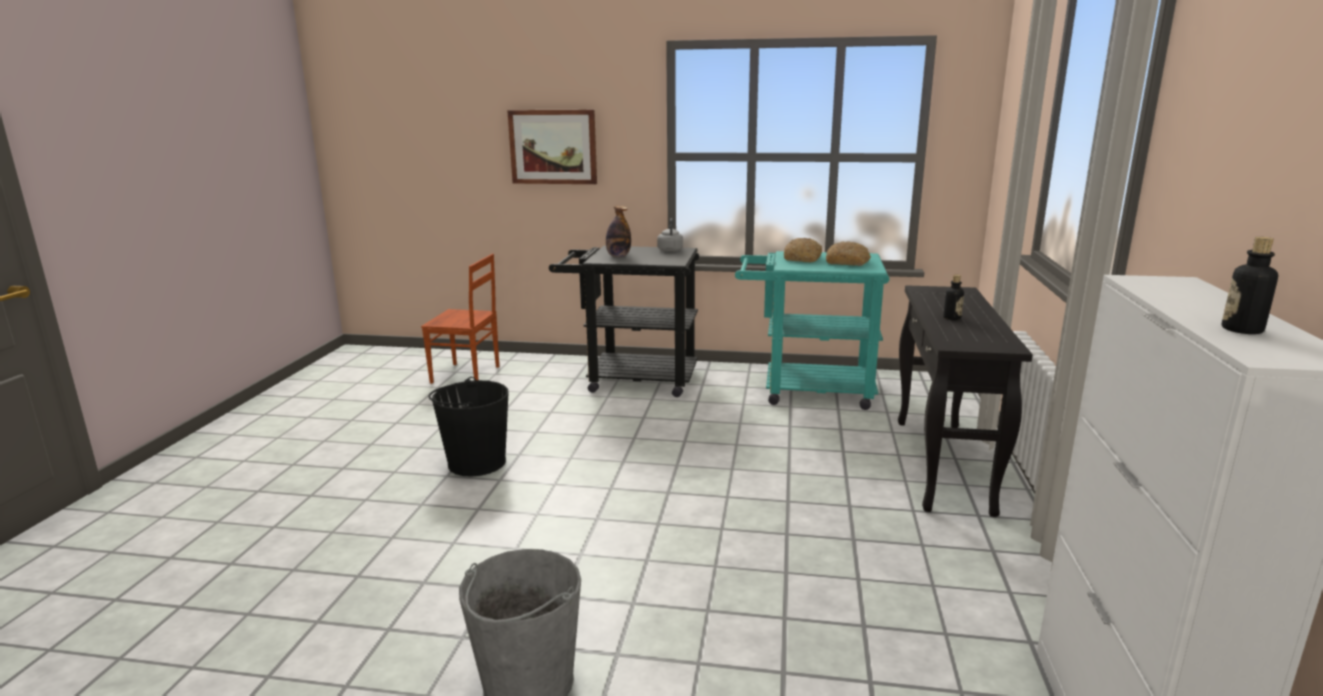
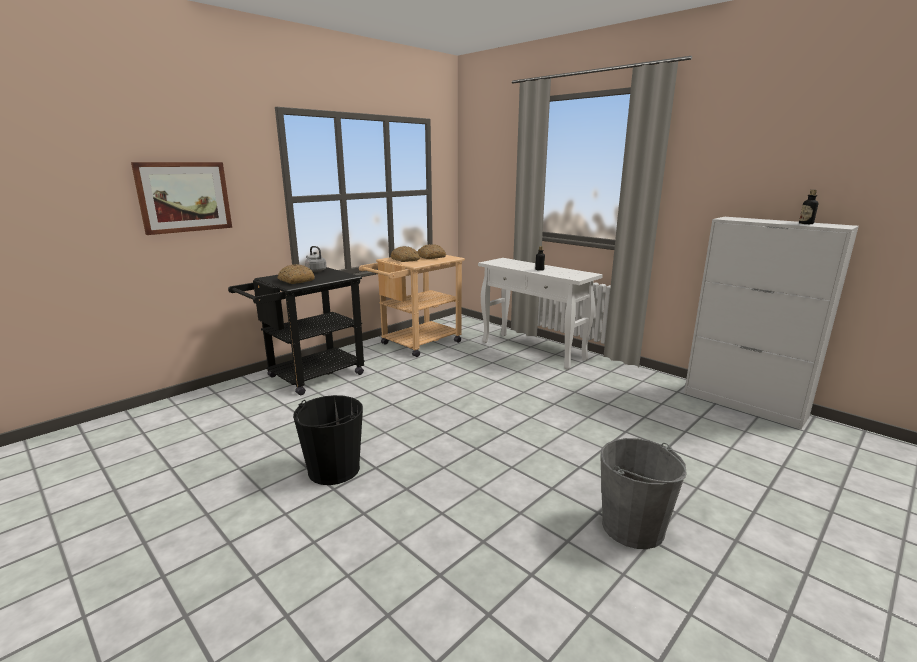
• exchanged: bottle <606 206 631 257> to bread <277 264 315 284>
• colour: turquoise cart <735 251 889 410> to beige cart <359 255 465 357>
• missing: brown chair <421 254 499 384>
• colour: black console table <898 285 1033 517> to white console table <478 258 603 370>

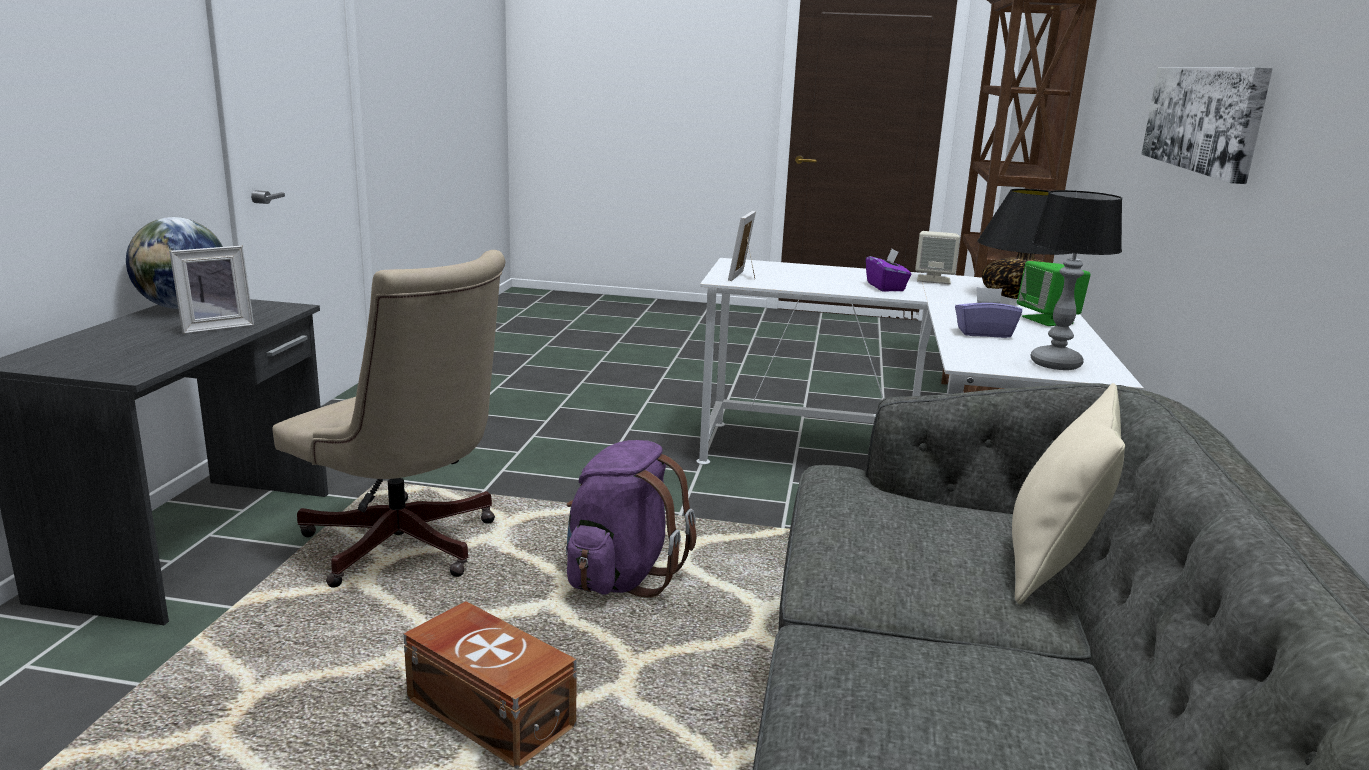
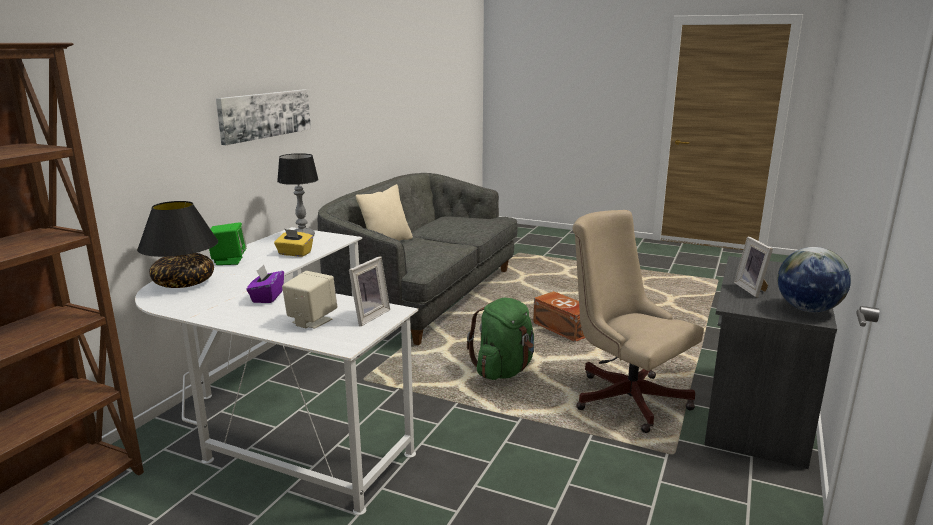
• relocated: beige speaker <915 231 960 284> to <282 271 337 329>
• spun: picture frame <169 246 254 334> = <734 237 773 298> 75 degrees counterclockwise
• colour: purple tissue box <955 287 1022 338> to yellow tissue box <274 229 313 257>
• colour: purple backpack <566 440 696 598> to green backpack <467 298 534 380>

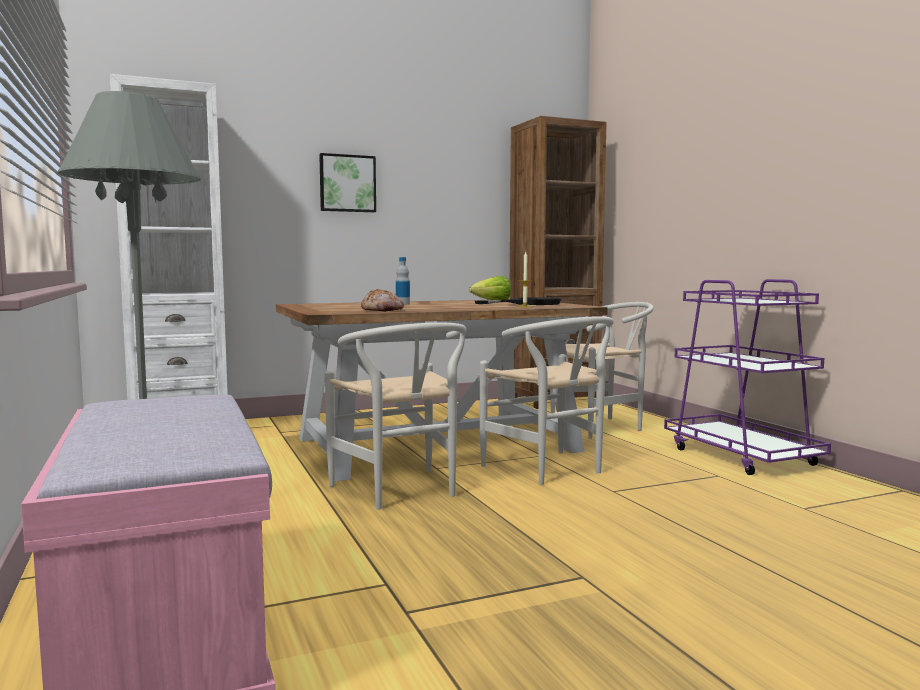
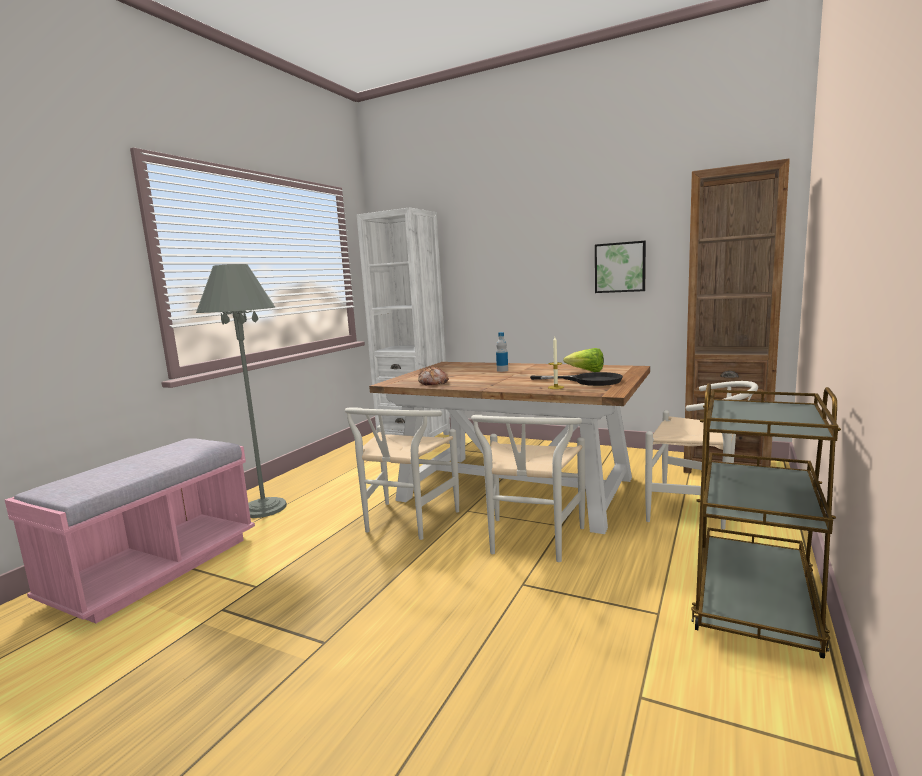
• relocated: picture <319 153 376 212> to <595 241 646 293>
• colour: purple cart <664 279 831 475> to brown cart <691 383 841 659>

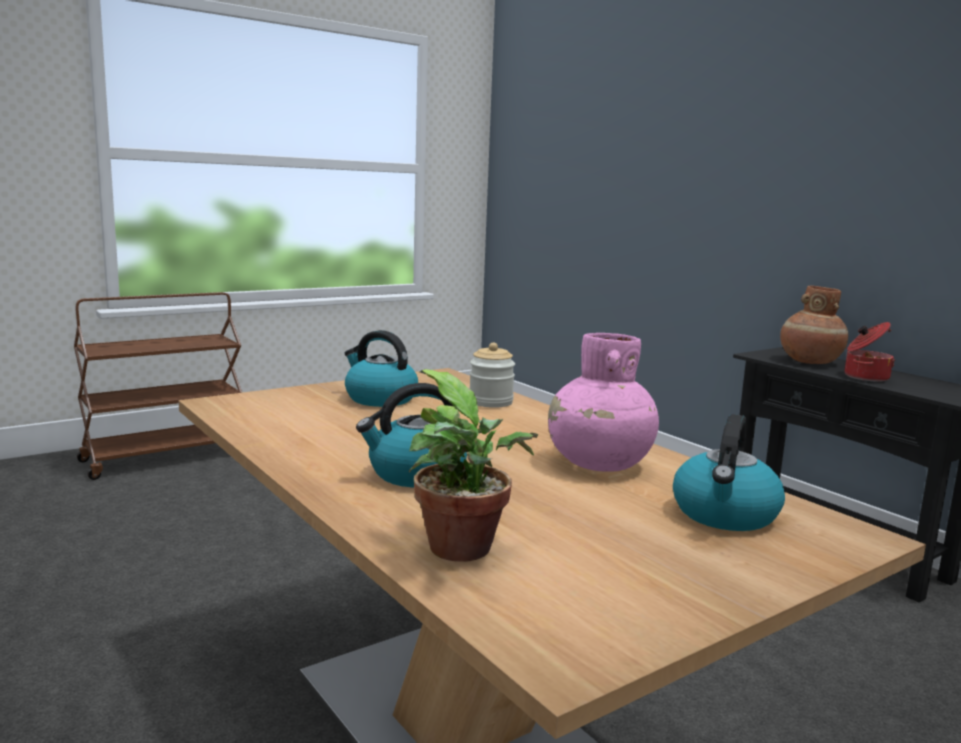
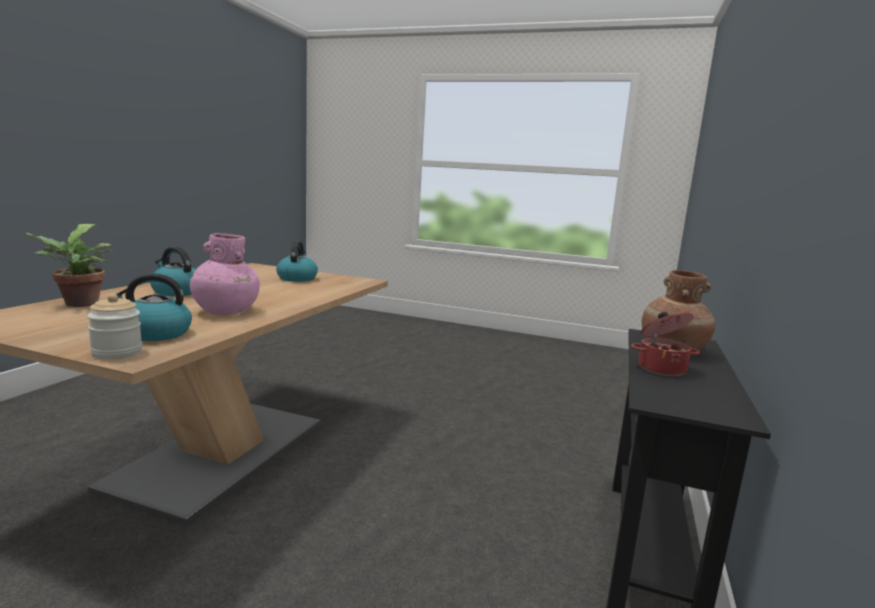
• missing: brown cart <74 292 242 480>
• relocated: jar <470 343 515 408> to <87 294 142 359>

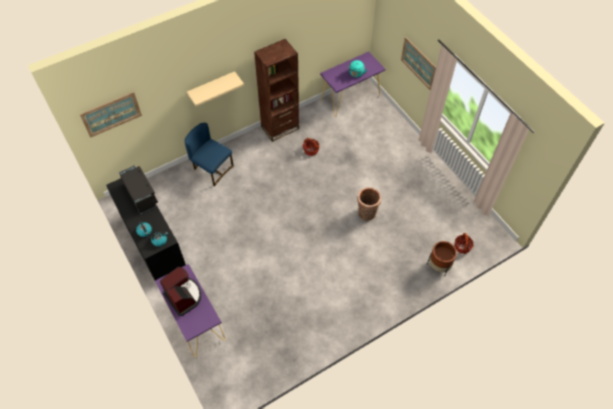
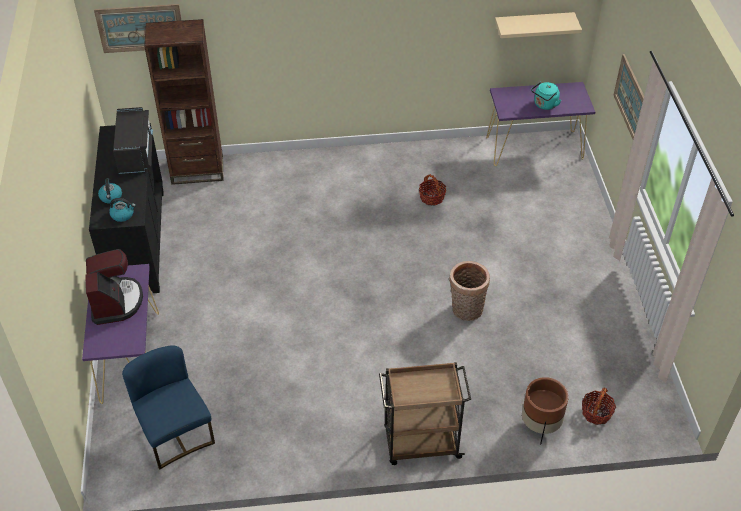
• relocated: brown bookcase <254 39 299 142> to <144 19 223 185>
• relocated: beige shelf <187 71 244 106> to <495 12 582 38>
• relocated: blue chair <185 123 234 187> to <122 345 215 470>
• appeared: brown cart <379 362 471 465>

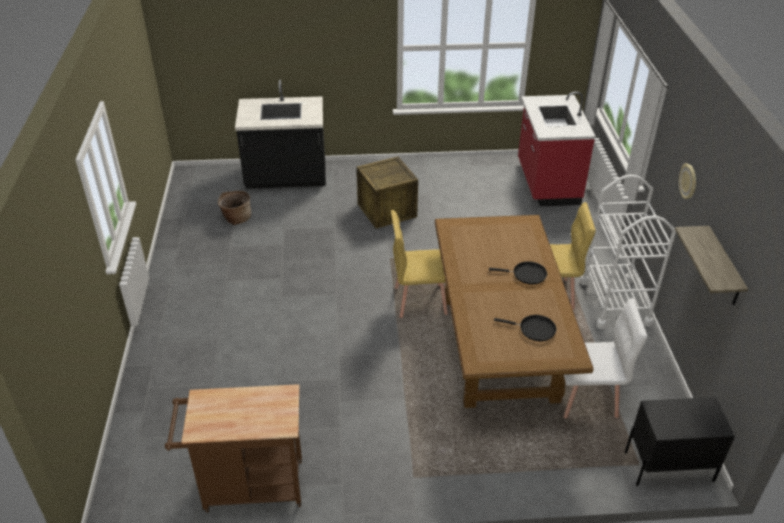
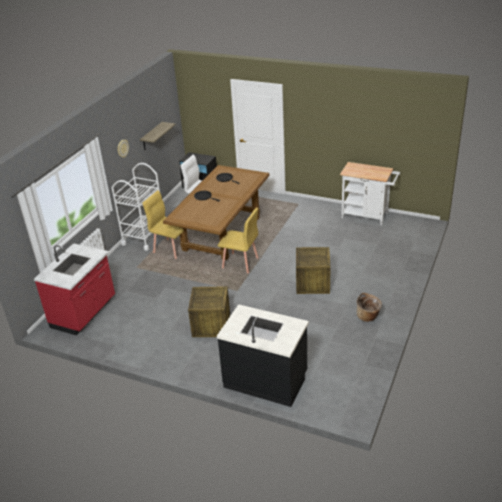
• relocated: basket <218 191 251 225> to <357 293 382 322>
• colour: brown cart <165 384 302 512> to white cart <340 162 400 225>
• appeared: crate <296 247 331 294>

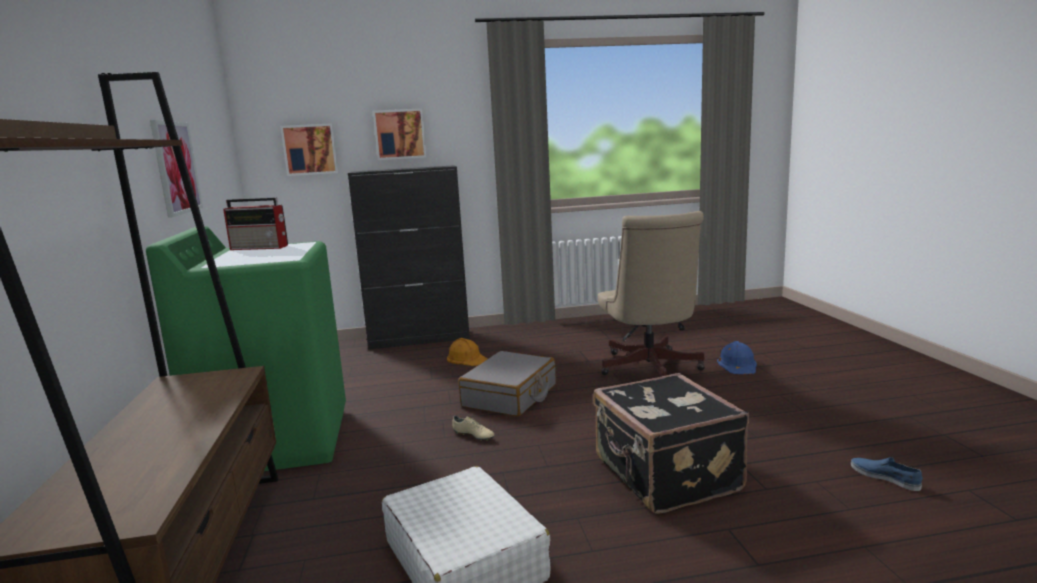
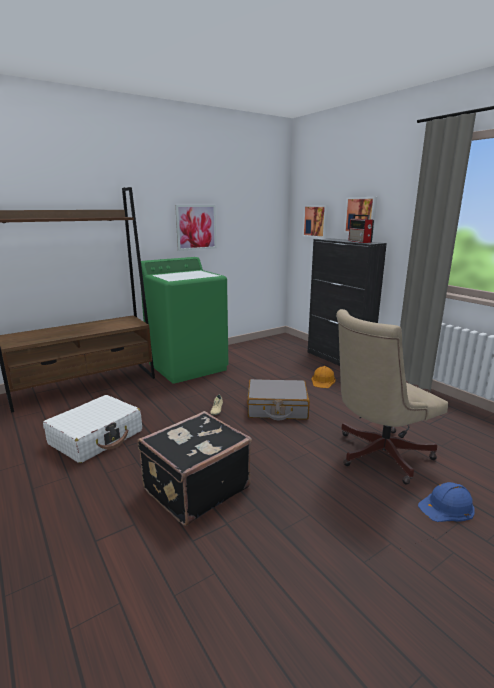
• relocated: radio <223 198 288 250> to <348 215 374 243>
• missing: blue shoe <851 457 923 491>

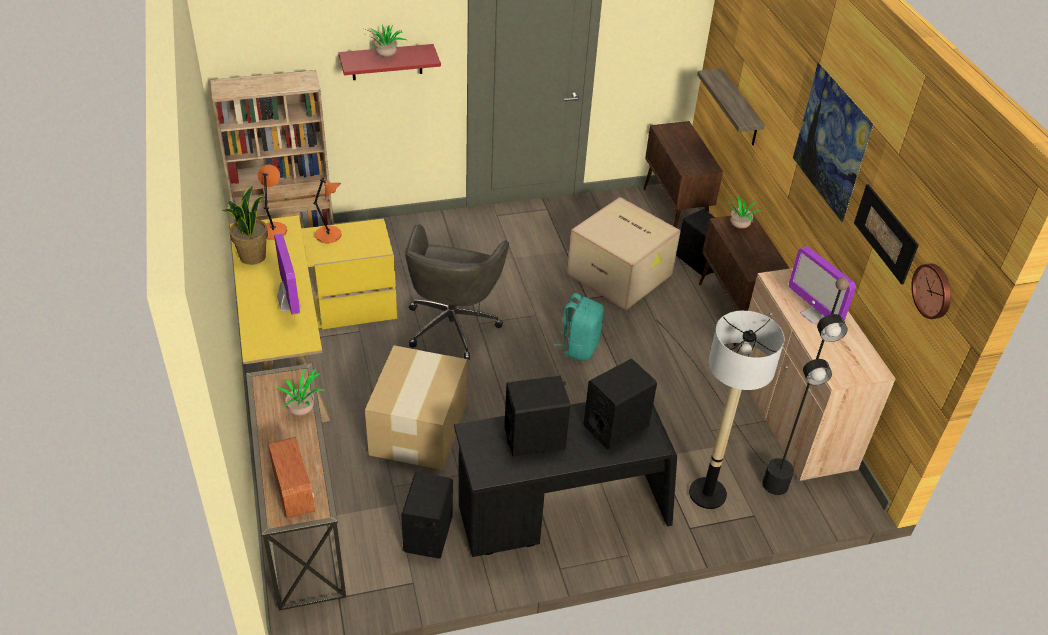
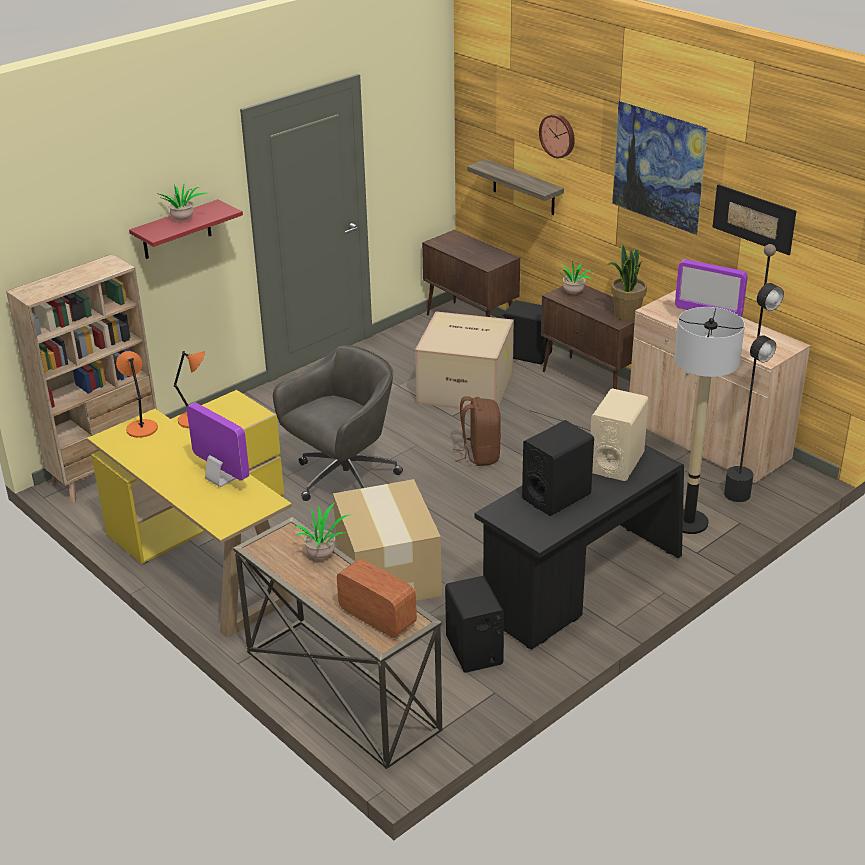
• relocated: potted plant <222 186 268 265> to <607 244 647 321>
• spun: grey office chair <405 224 509 360> = <273 345 403 501> 120 degrees counterclockwise
• relocated: wall clock <911 263 951 319> to <539 114 575 158>
• colour: turquoise backpack <554 293 604 360> to brown backpack <453 396 501 466>
• colour: black speaker <583 359 657 449> to beige speaker <590 388 648 481>

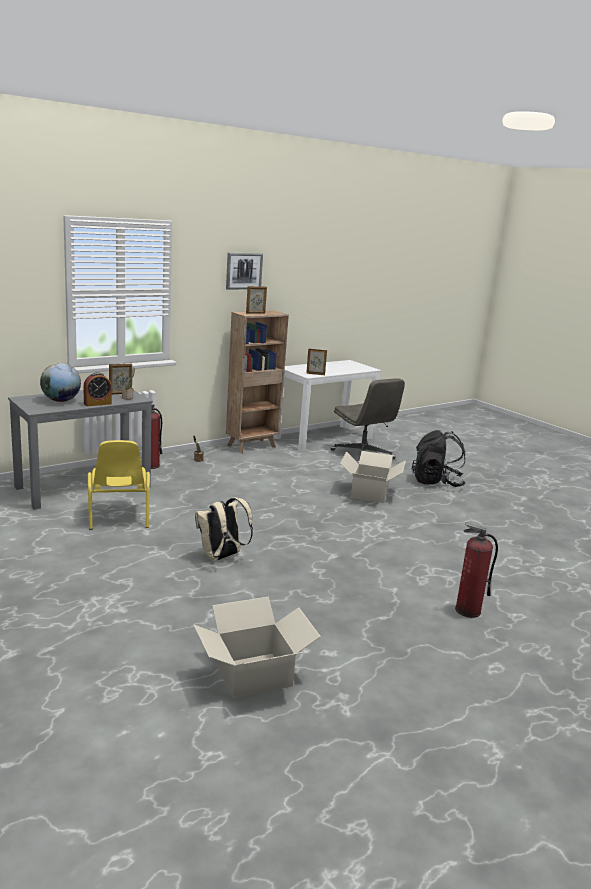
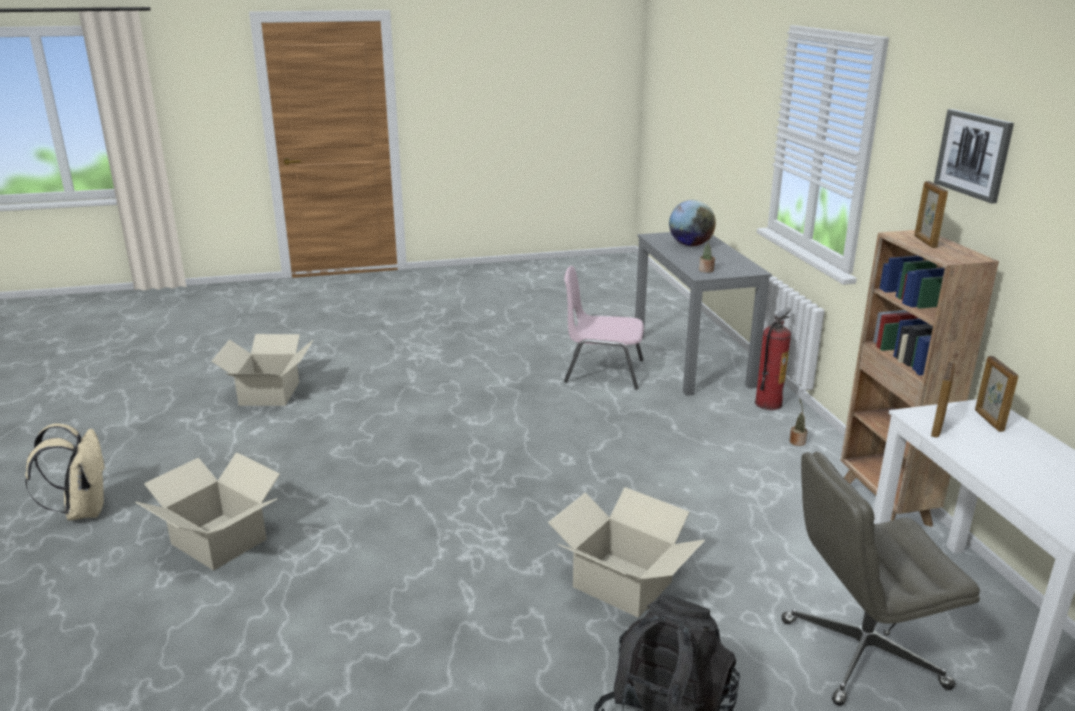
• relocated: picture frame <109 364 132 394> to <975 356 1018 432>
• missing: alarm clock <83 372 112 406>
• colour: yellow chair <88 440 150 530> to pink chair <564 266 644 390>
• relocated: beige backpack <195 497 253 561> to <25 423 106 521>
• exchanged: fire extinguisher <455 522 498 618> to cardboard box <135 453 280 571>

